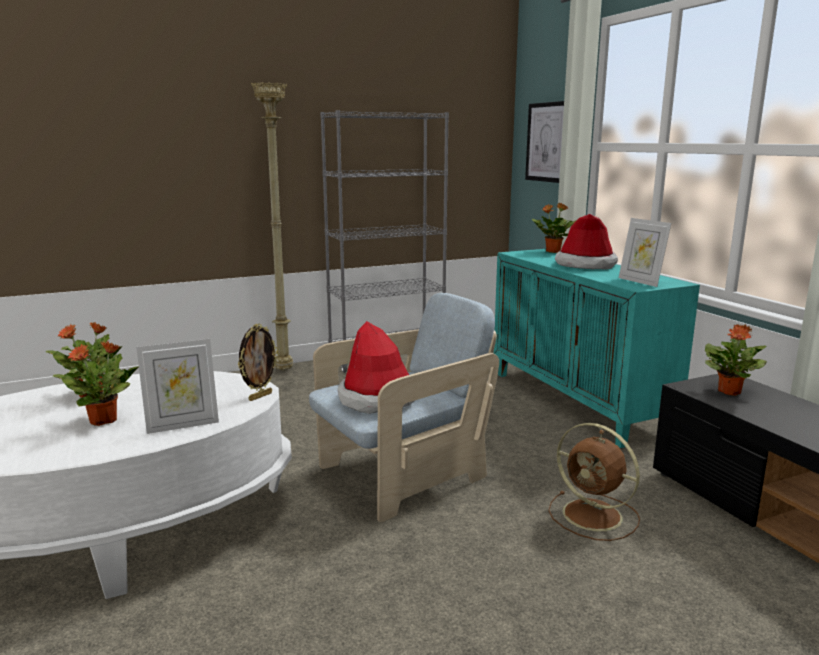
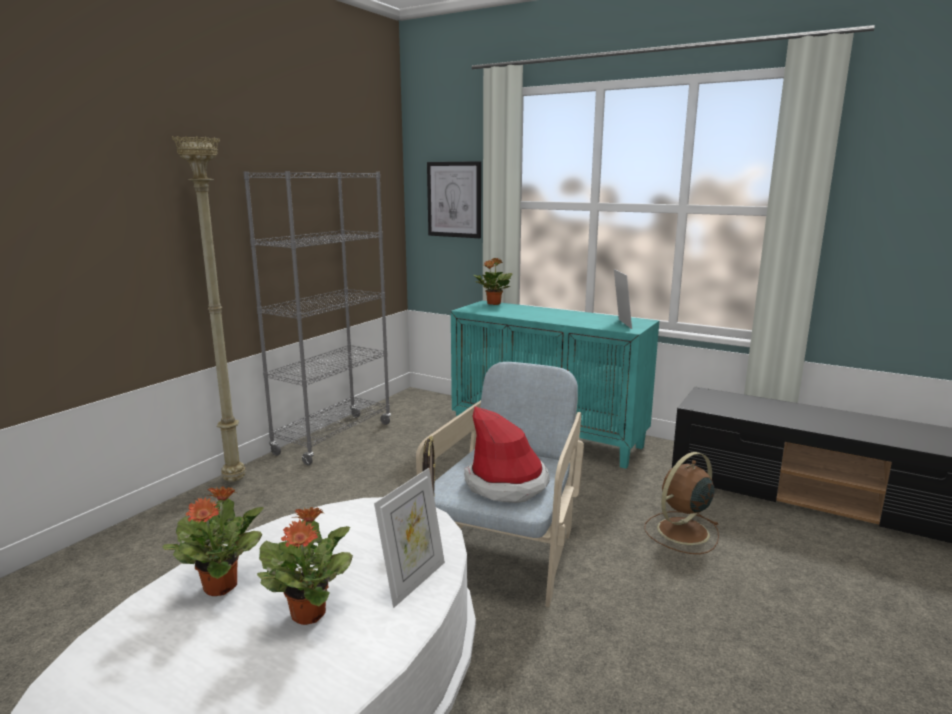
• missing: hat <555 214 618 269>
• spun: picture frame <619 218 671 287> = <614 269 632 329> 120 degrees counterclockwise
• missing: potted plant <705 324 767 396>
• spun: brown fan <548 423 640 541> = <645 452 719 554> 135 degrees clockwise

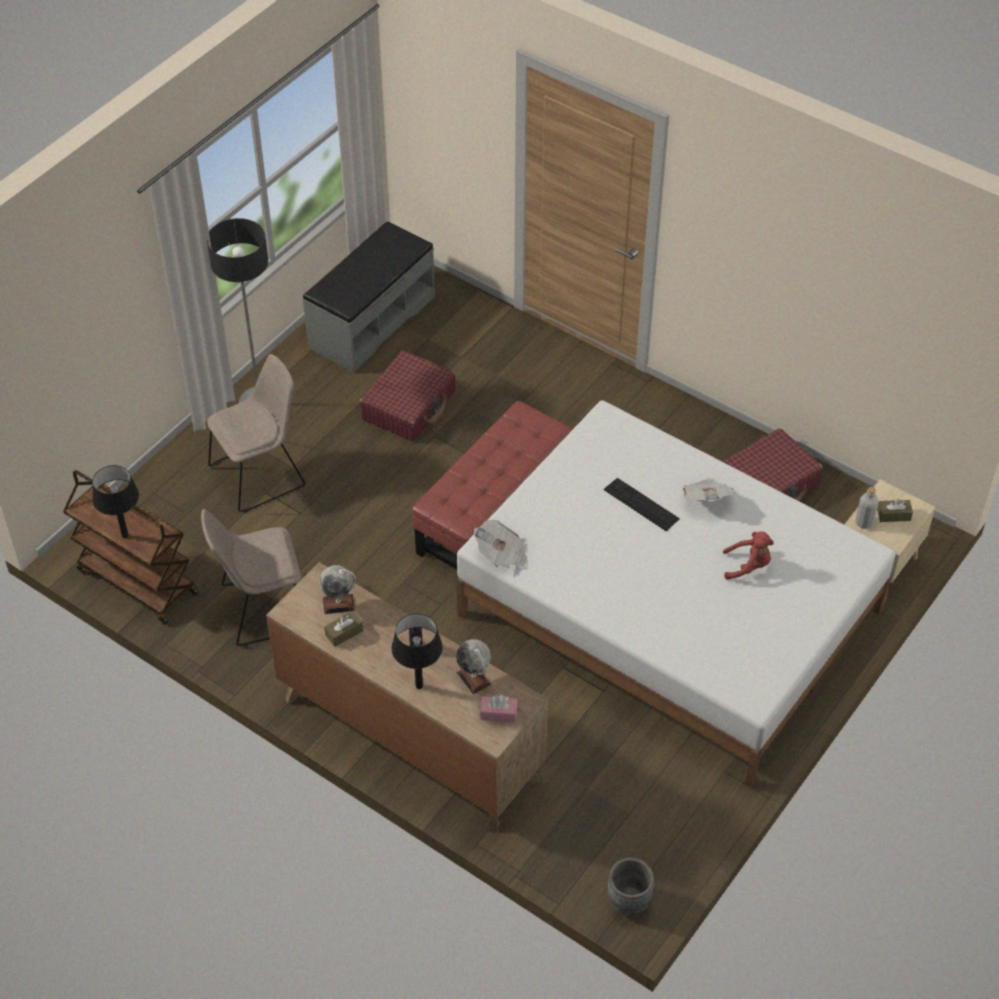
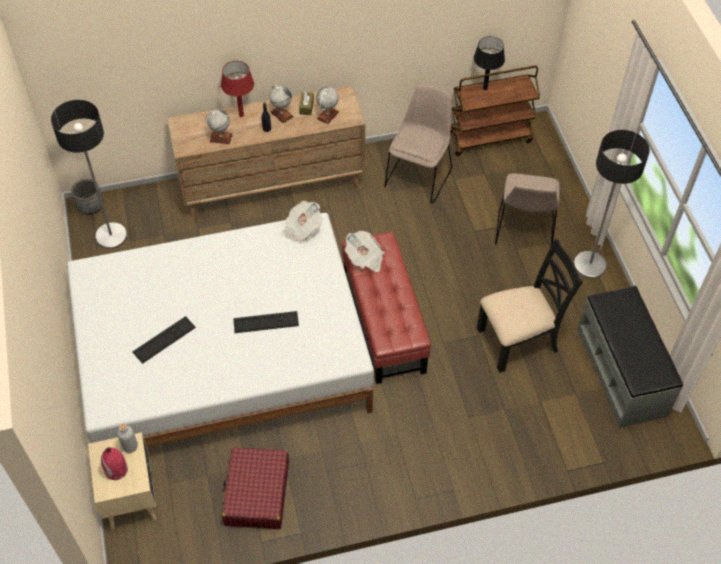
• exchanged: red suitcase <360 351 455 441> to black chair <477 239 583 373>
• relocated: newspaper <682 478 734 502> to <345 231 385 272>
• exchanged: brown tissue box <877 499 913 522> to red vase <101 447 128 480>
• exchanged: red plush toy <723 531 774 580> to keyboard <132 316 196 364>
• colour: black table lamp <392 613 443 689> to red table lamp <221 61 254 117>
• missing: pink tissue box <480 695 517 723>
• appeared: globe <269 85 294 123>
• appeared: floor lamp <51 100 128 249>

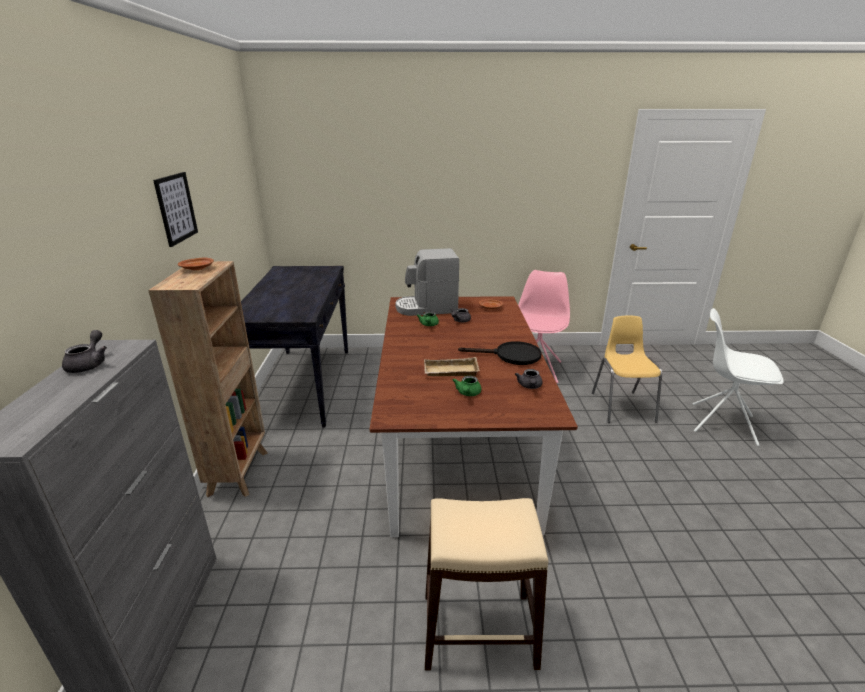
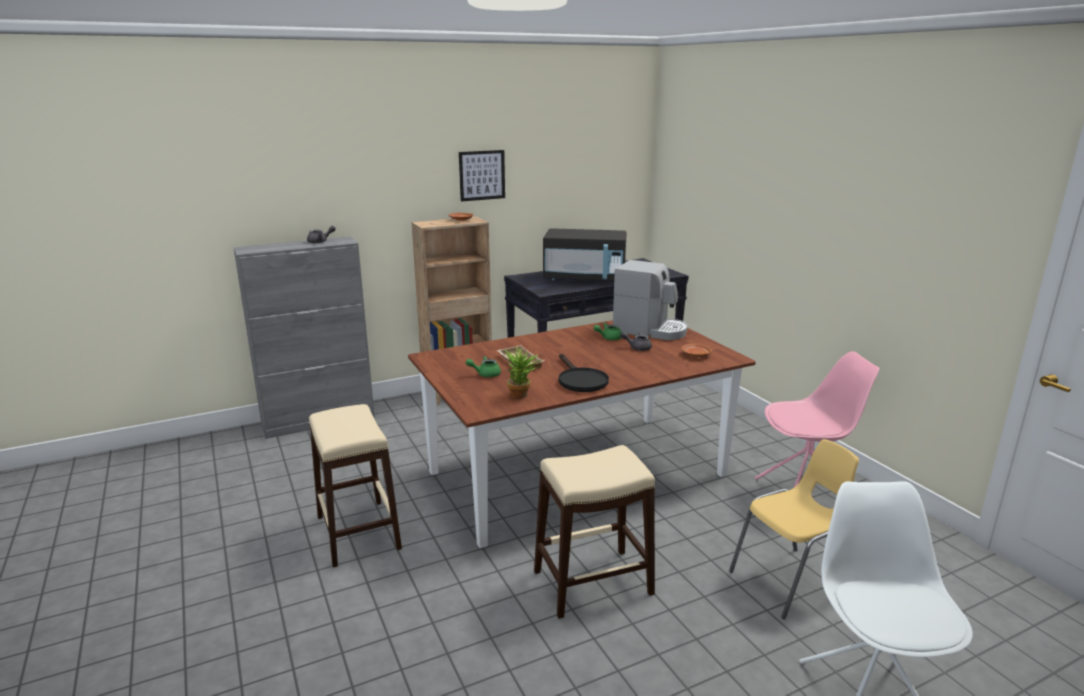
• spun: coffee machine <395 248 459 316> = <613 260 688 340> 150 degrees clockwise
• exchanged: grey teapot <515 369 542 389> to potted plant <505 347 541 399>
• appeared: black microwave <543 228 627 281>
• appeared: beige stool <534 445 655 619>

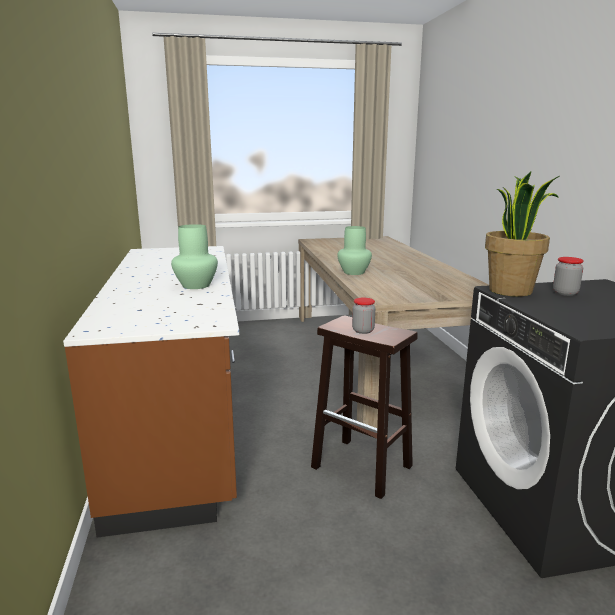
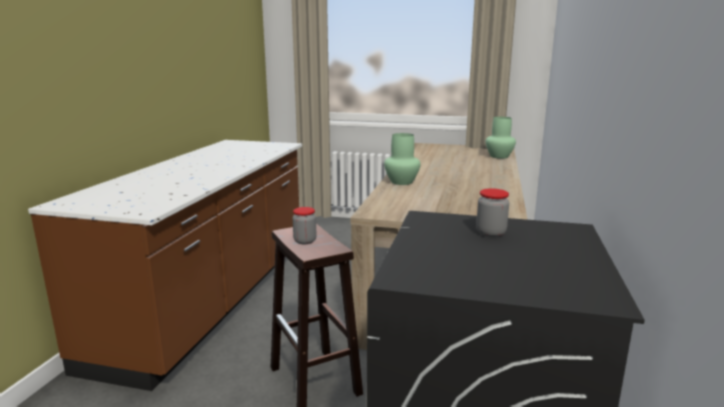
• missing: potted plant <485 172 560 297>
• relocated: green vase <171 224 218 289> to <486 117 516 159>

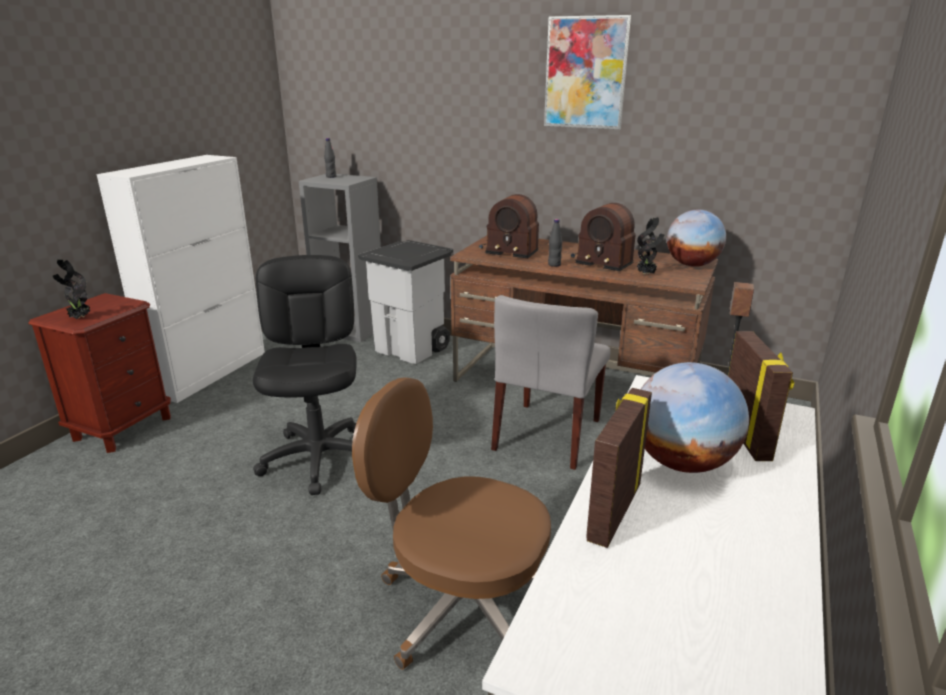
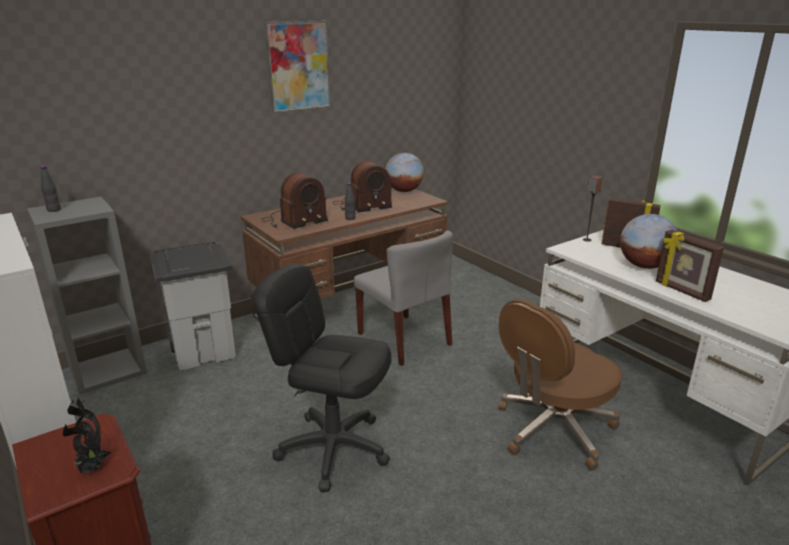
• missing: potted plant <637 217 665 275>

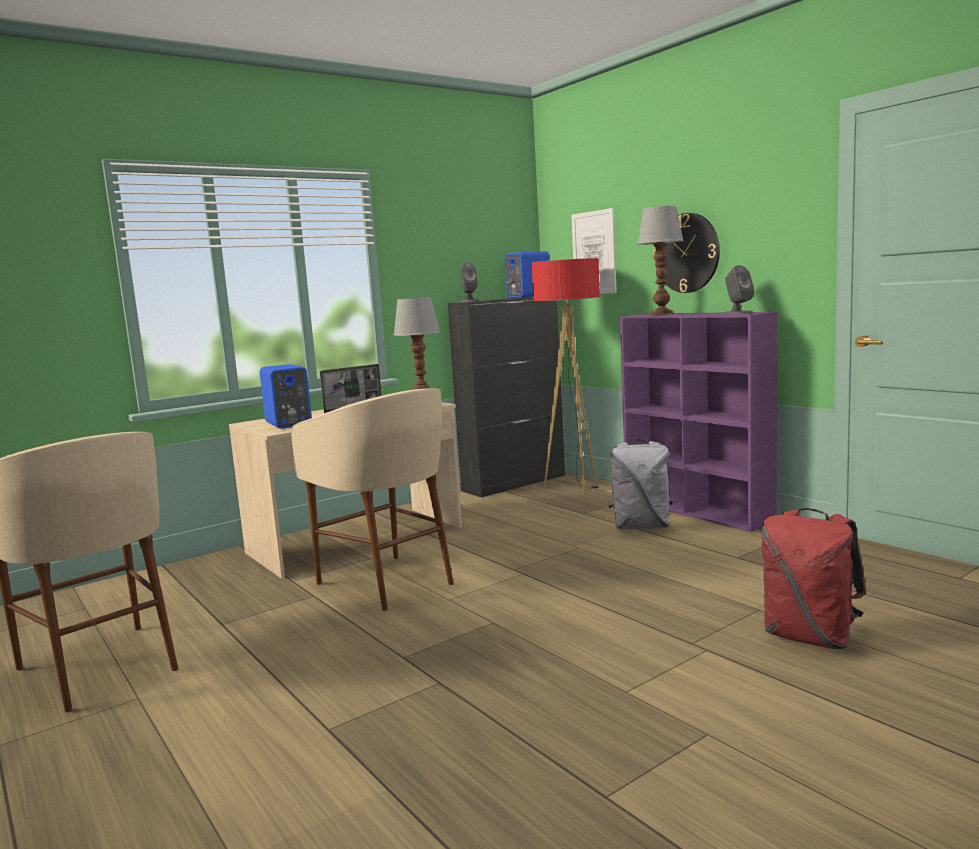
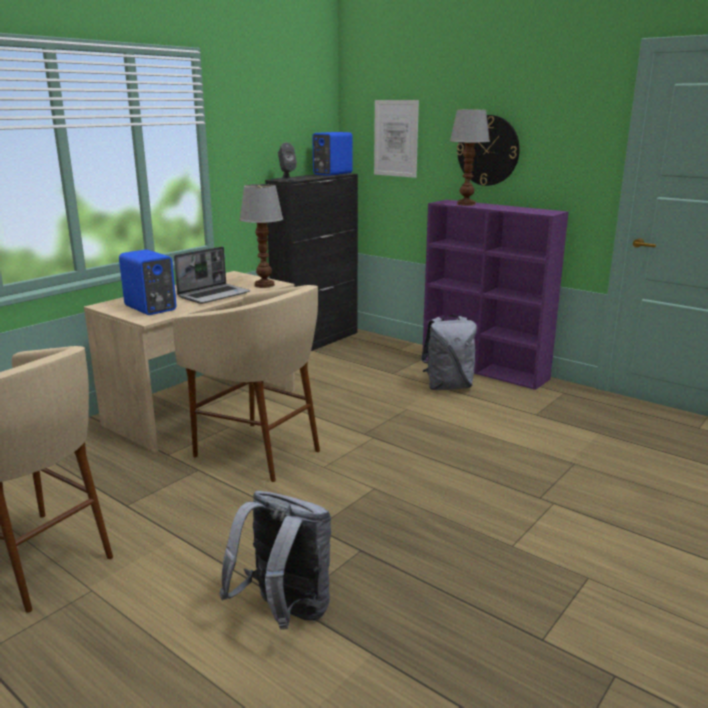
• missing: floor lamp <532 258 600 499>
• missing: grey speaker <724 265 754 314>
• missing: red backpack <761 508 866 649>
• appeared: grey backpack <219 491 331 630>

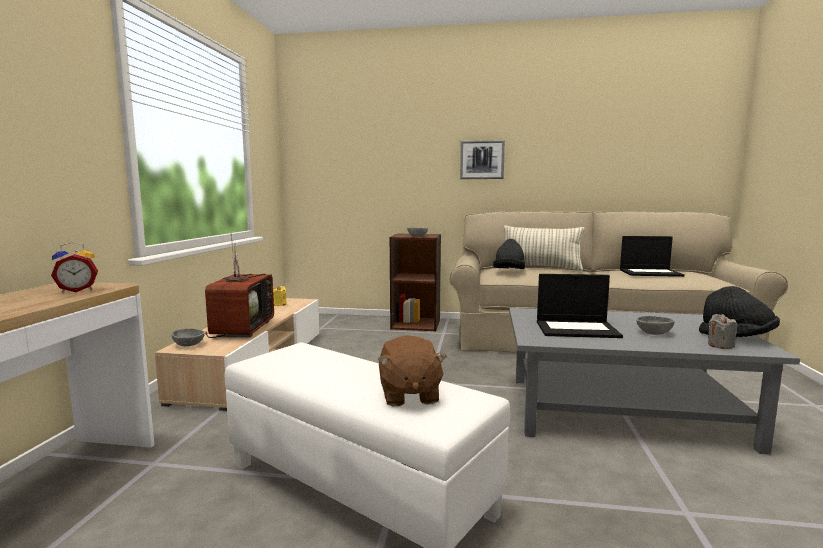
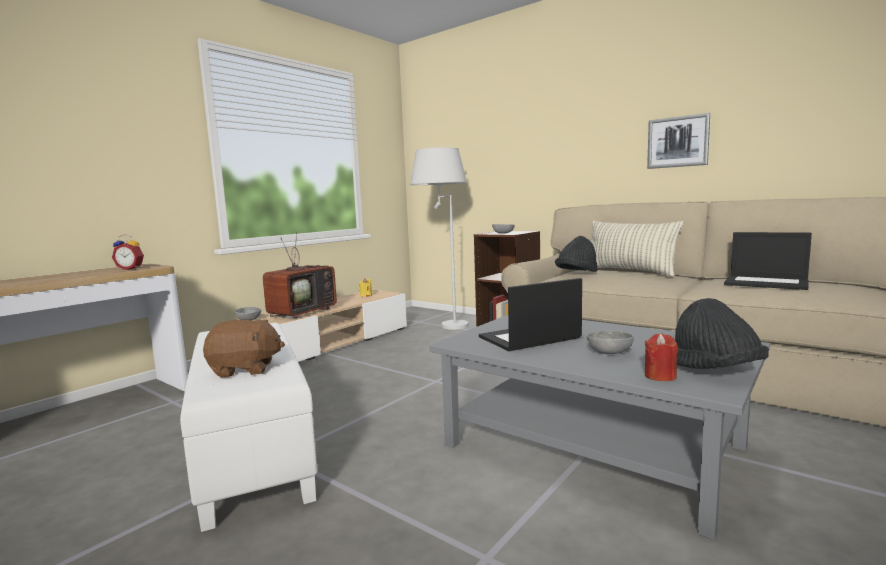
• relocated: picture <460 140 505 179> to <647 113 710 169>
• spun: laptop <537 274 623 338> = <479 278 582 351> 120 degrees clockwise
• colour: grey candle <708 314 737 349> to red candle <645 333 678 381>
• spun: brown plush toy <378 335 447 406> = <203 320 285 378> 120 degrees counterclockwise
• appeared: white floor lamp <410 147 468 330>

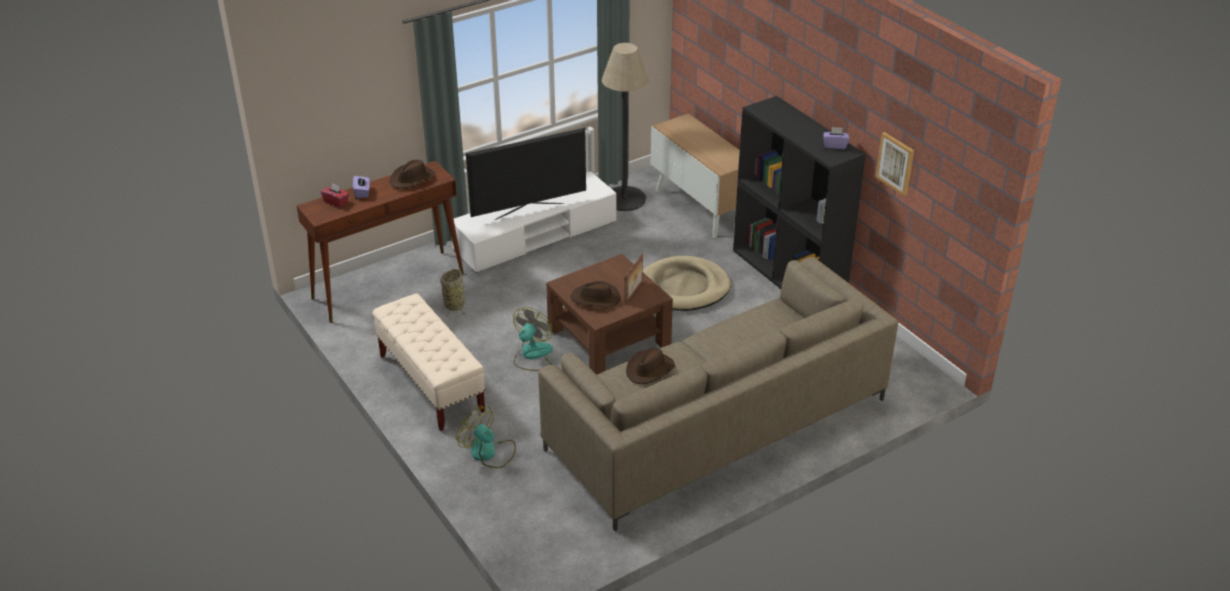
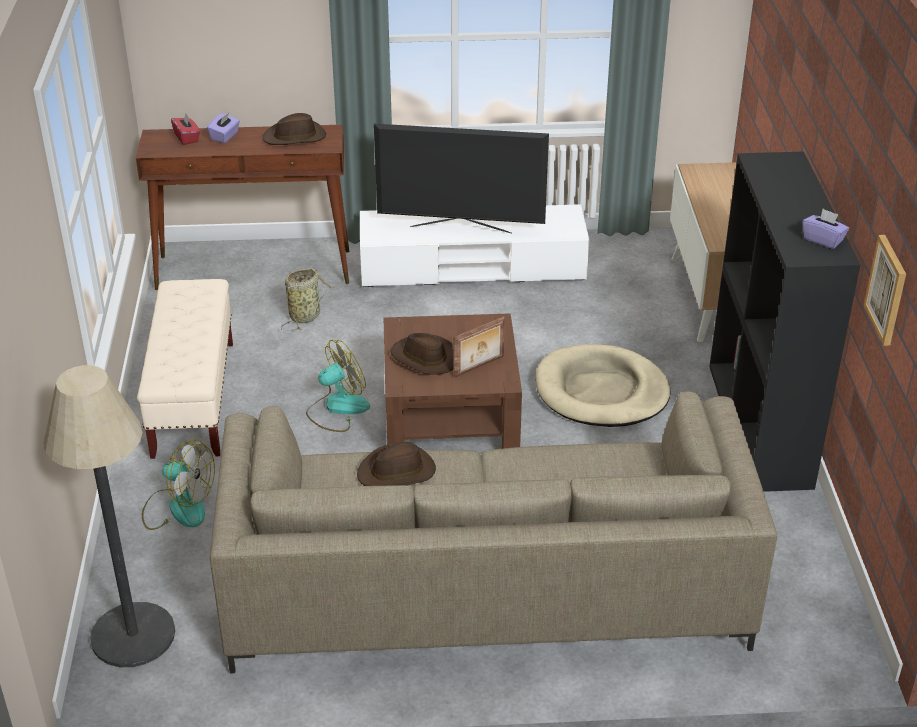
• relocated: floor lamp <602 43 649 211> to <44 365 175 667>
• spun: fan <456 406 516 468> = <142 439 215 530> 135 degrees clockwise

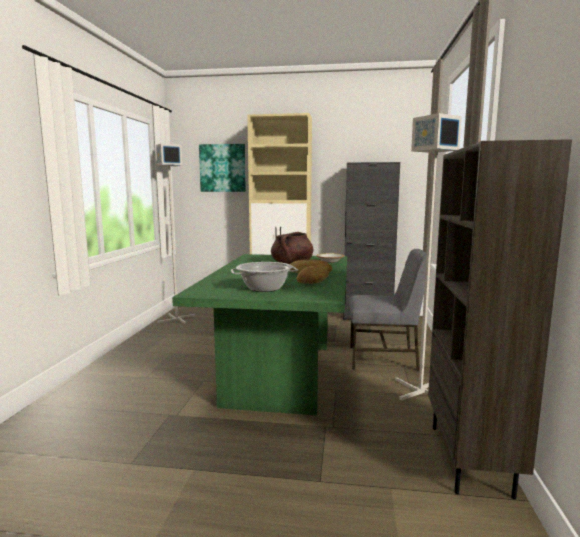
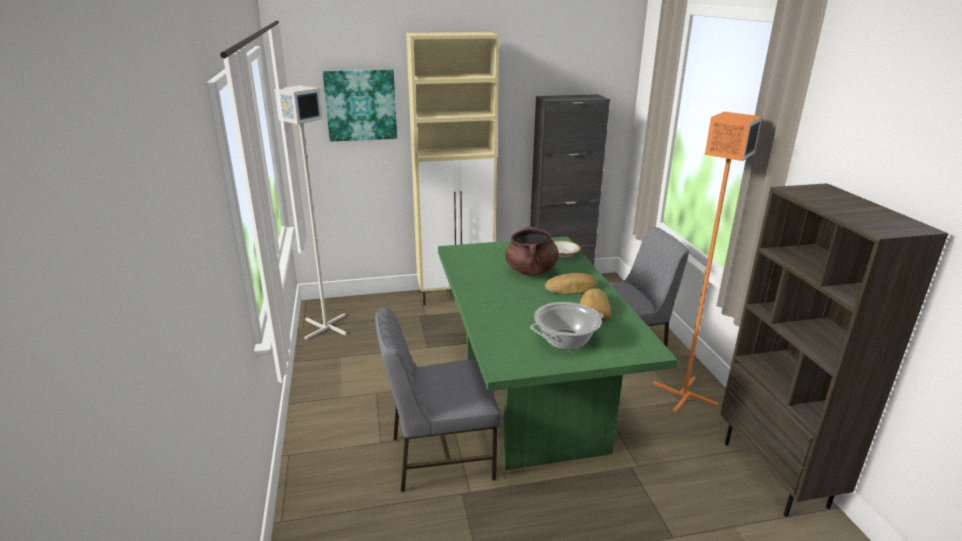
• colour: grey floor lamp <395 113 462 400> to orange floor lamp <653 112 762 413>
• appeared: grey chair <375 307 501 492>

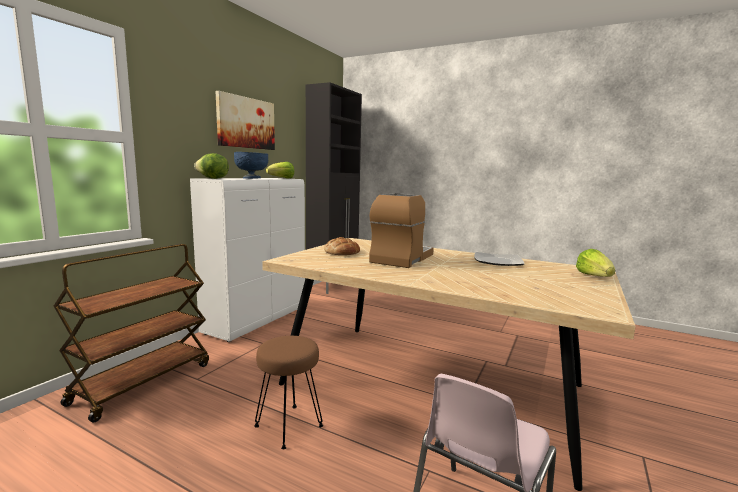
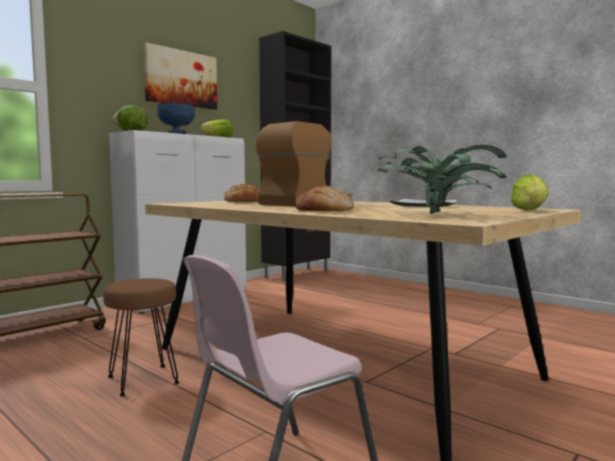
• appeared: potted plant <377 145 507 214>
• appeared: bread <295 186 354 211>

